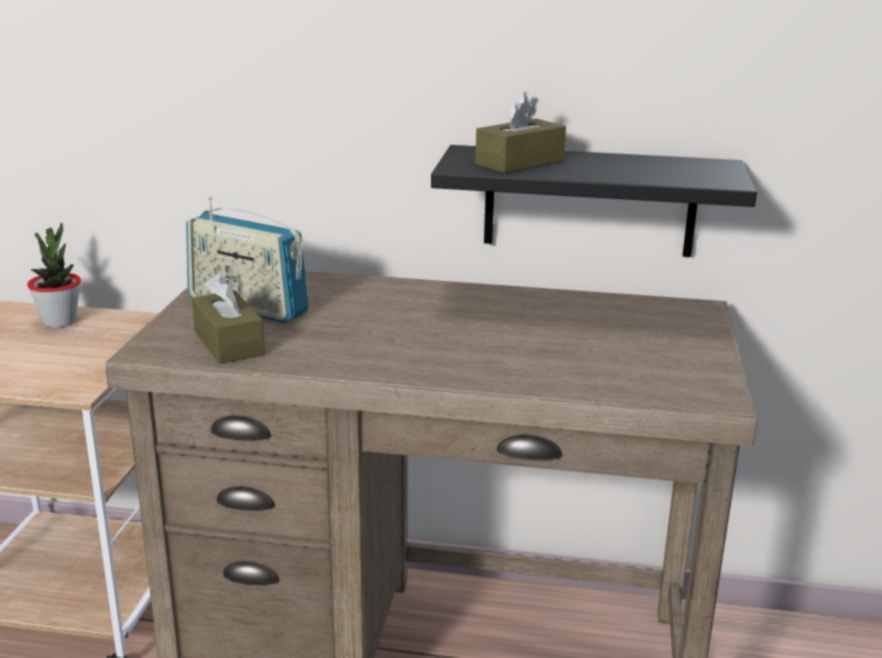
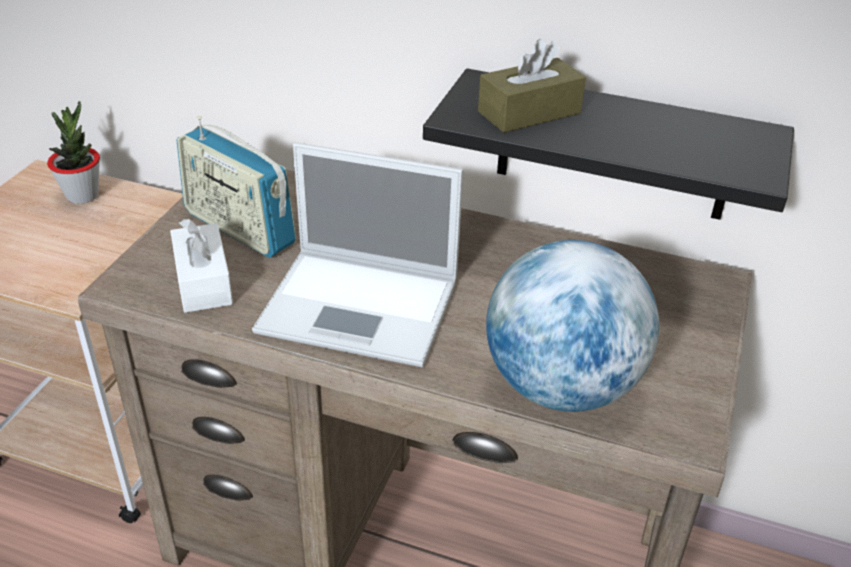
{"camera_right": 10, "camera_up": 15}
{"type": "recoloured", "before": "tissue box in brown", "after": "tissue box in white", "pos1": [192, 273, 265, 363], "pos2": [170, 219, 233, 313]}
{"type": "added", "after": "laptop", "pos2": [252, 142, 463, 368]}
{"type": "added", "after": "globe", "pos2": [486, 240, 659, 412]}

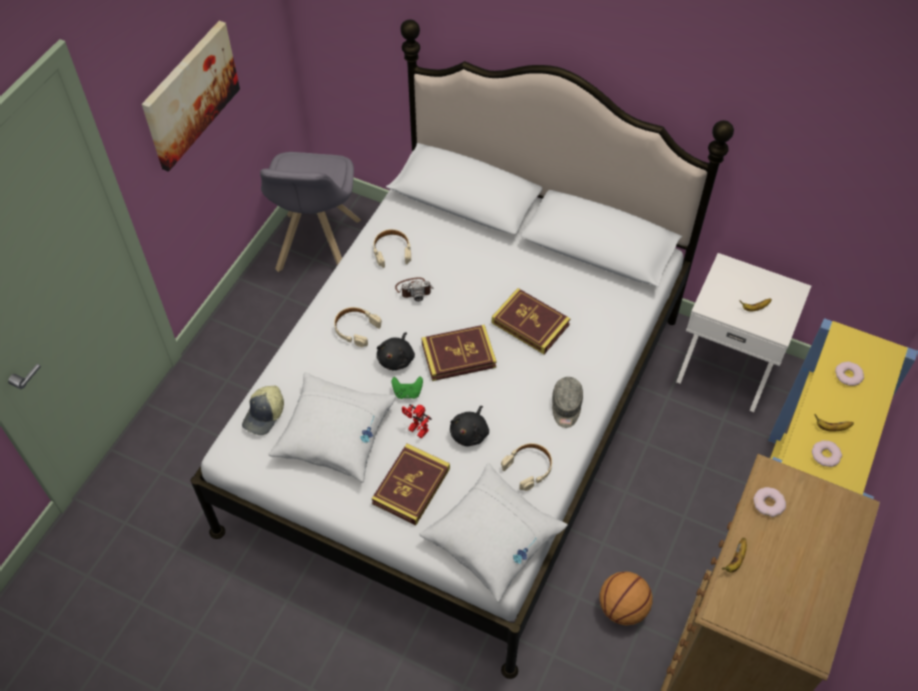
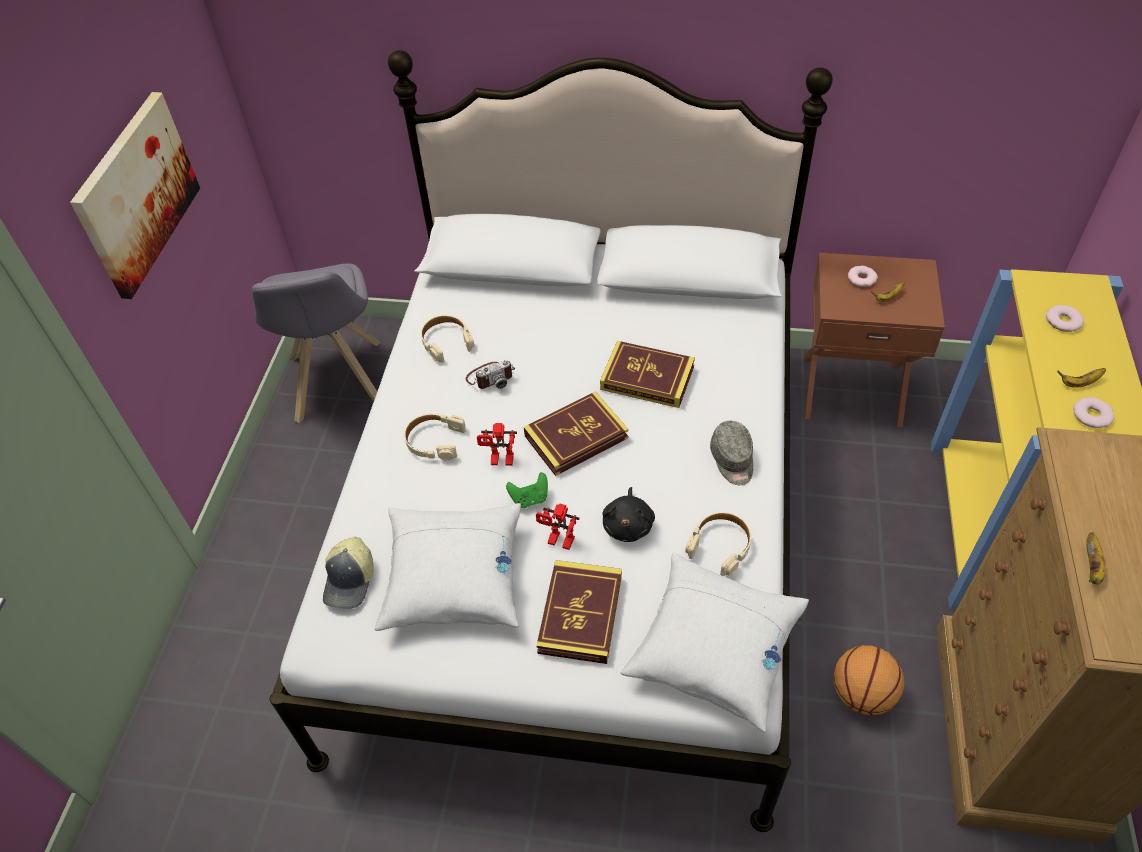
{"camera_right": -15, "camera_up": -5}
{"type": "recoloured", "before": "nightstand in white", "after": "nightstand in brown", "pos1": [676, 253, 811, 412], "pos2": [804, 253, 945, 427]}
{"type": "replaced", "before": "plush toy in black", "after": "toy robot", "pos1": [377, 332, 415, 370], "pos2": [477, 423, 517, 466]}
{"type": "moved", "before": "donut", "pos1": [753, 487, 786, 517], "pos2": [848, 266, 878, 287]}

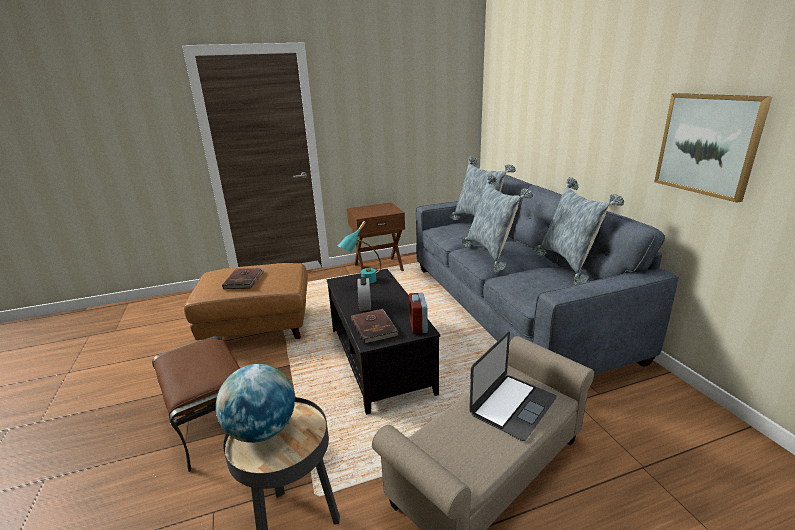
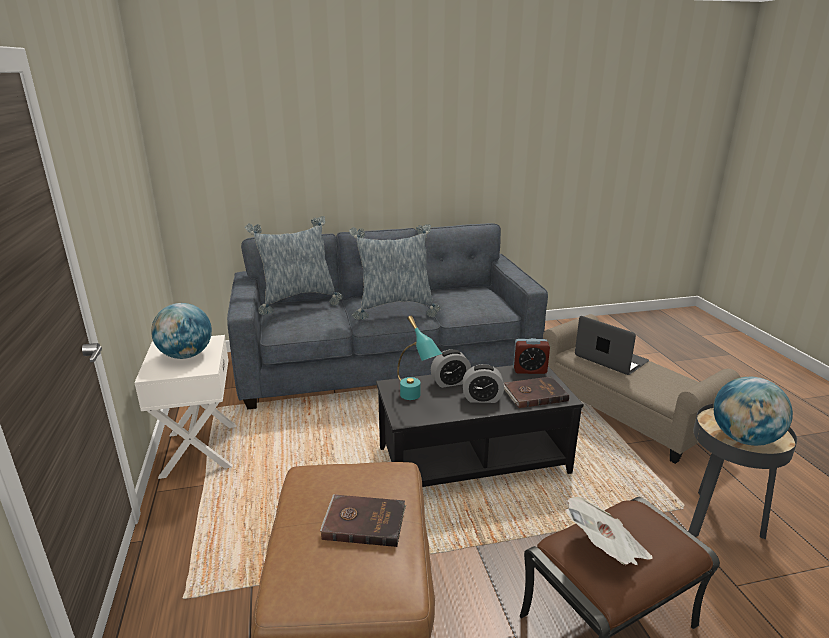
{"camera_right": -85, "camera_up": 0}
{"type": "removed", "before": "picture", "pos1": [654, 93, 773, 203]}
{"type": "removed", "before": "pillow", "pos1": [533, 177, 625, 285]}
{"type": "recoloured", "before": "nightstand in brown", "after": "nightstand in white", "pos1": [347, 202, 405, 271], "pos2": [134, 335, 236, 479]}
{"type": "added", "after": "globe", "pos2": [151, 303, 212, 359]}
{"type": "added", "after": "alarm clock", "pos2": [431, 350, 471, 388]}
{"type": "added", "after": "newspaper", "pos2": [565, 497, 653, 565]}

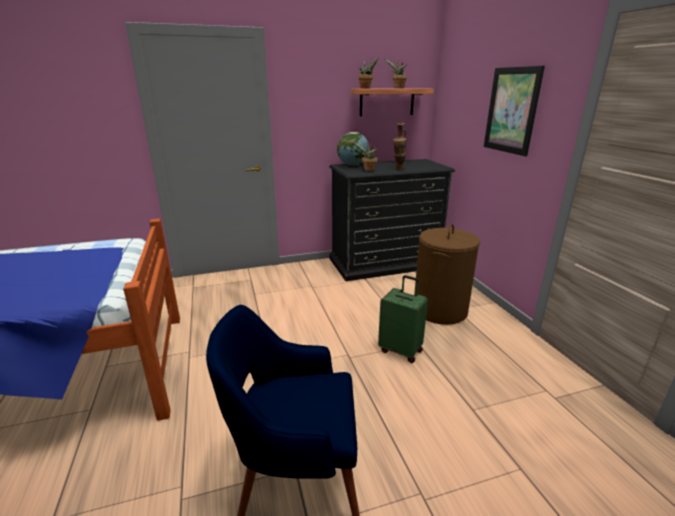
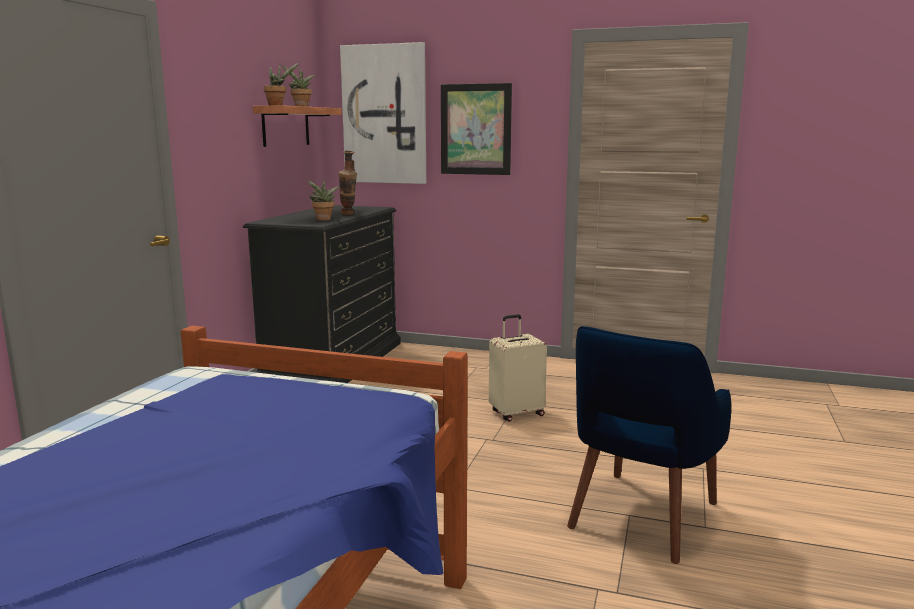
{"camera_right": -55, "camera_up": -10}
{"type": "removed", "before": "globe", "pos1": [337, 132, 369, 166]}
{"type": "removed", "before": "laundry basket in brown", "pos1": [414, 224, 480, 325]}
{"type": "recoloured", "before": "suitcase in green", "after": "suitcase in beige", "pos1": [378, 275, 428, 363], "pos2": [489, 314, 547, 422]}
{"type": "added", "after": "picture", "pos2": [340, 42, 426, 184]}

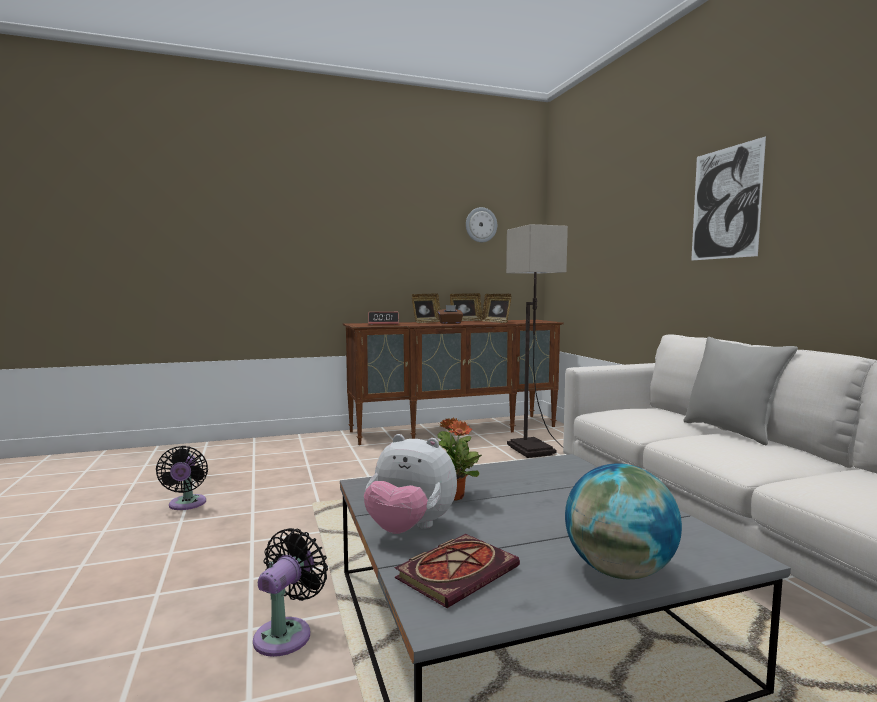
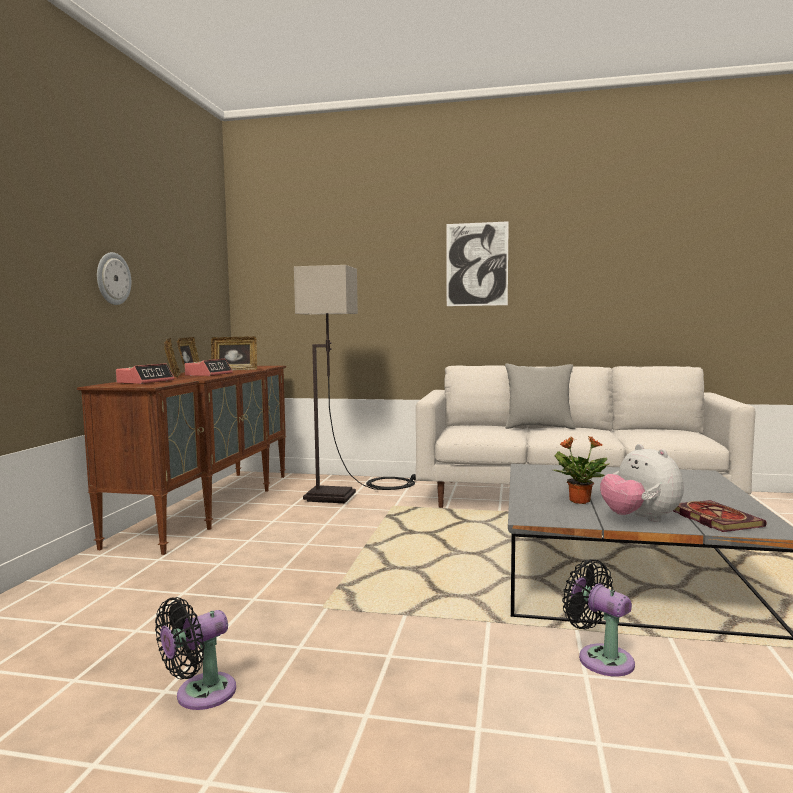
{"camera_right": -60, "camera_up": 0}
{"type": "moved", "before": "wall clock", "pos1": [466, 207, 497, 242], "pos2": [97, 252, 131, 305]}
{"type": "replaced", "before": "tissue box in brown", "after": "alarm clock", "pos1": [438, 305, 463, 324], "pos2": [185, 359, 233, 376]}
{"type": "turned", "before": "plush toy", "pos1": [364, 434, 457, 534], "pos2": [600, 444, 683, 522], "turn": 105}
{"type": "turned", "before": "fan in black", "pos1": [156, 446, 208, 510], "pos2": [155, 597, 236, 710], "turn": 120}
{"type": "removed", "before": "globe", "pos1": [565, 463, 682, 579]}

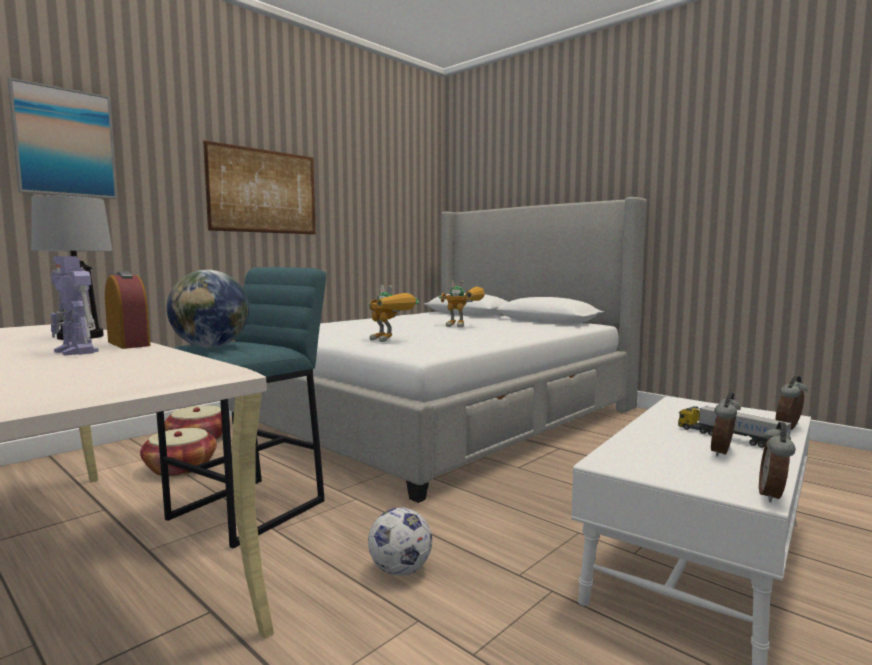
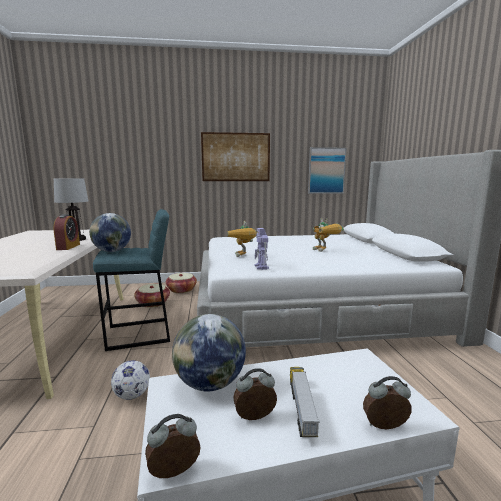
{"camera_right": 40, "camera_up": 5}
{"type": "moved", "before": "picture", "pos1": [8, 78, 118, 199], "pos2": [308, 147, 346, 194]}
{"type": "moved", "before": "toy robot", "pos1": [51, 256, 99, 355], "pos2": [254, 228, 269, 270]}
{"type": "added", "after": "globe", "pos2": [172, 314, 246, 392]}

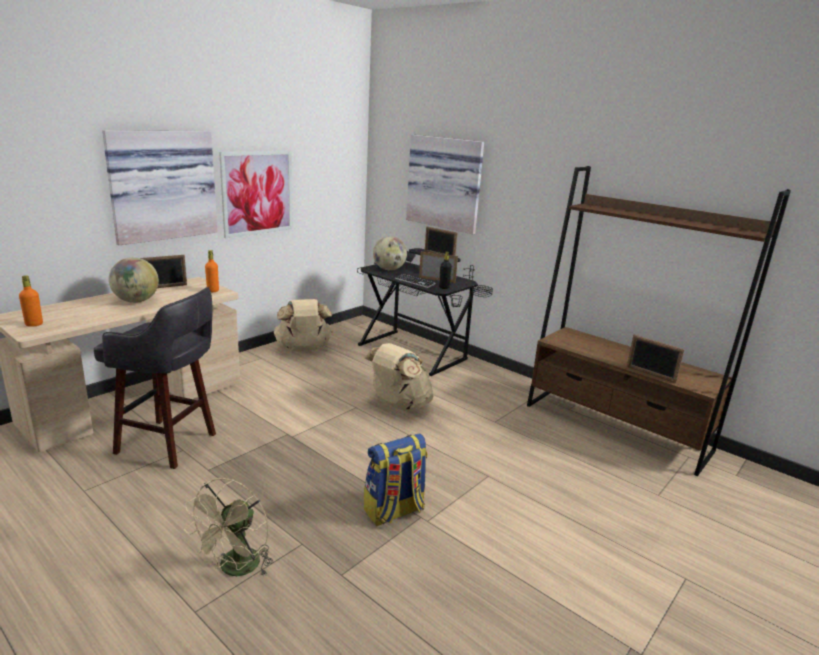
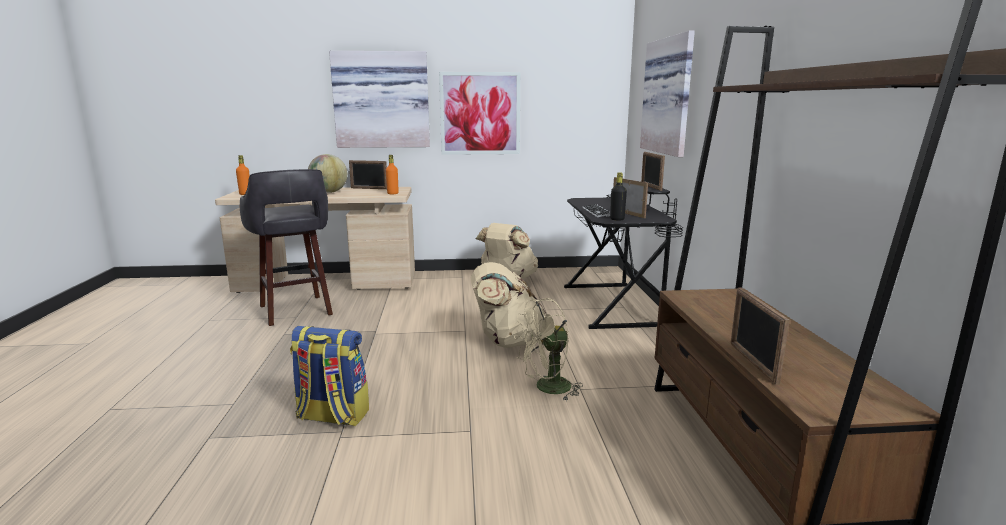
{"camera_right": 45, "camera_up": -5}
{"type": "removed", "before": "globe", "pos1": [373, 236, 407, 271]}
{"type": "moved", "before": "fan in beige", "pos1": [184, 478, 273, 577], "pos2": [514, 298, 583, 400]}

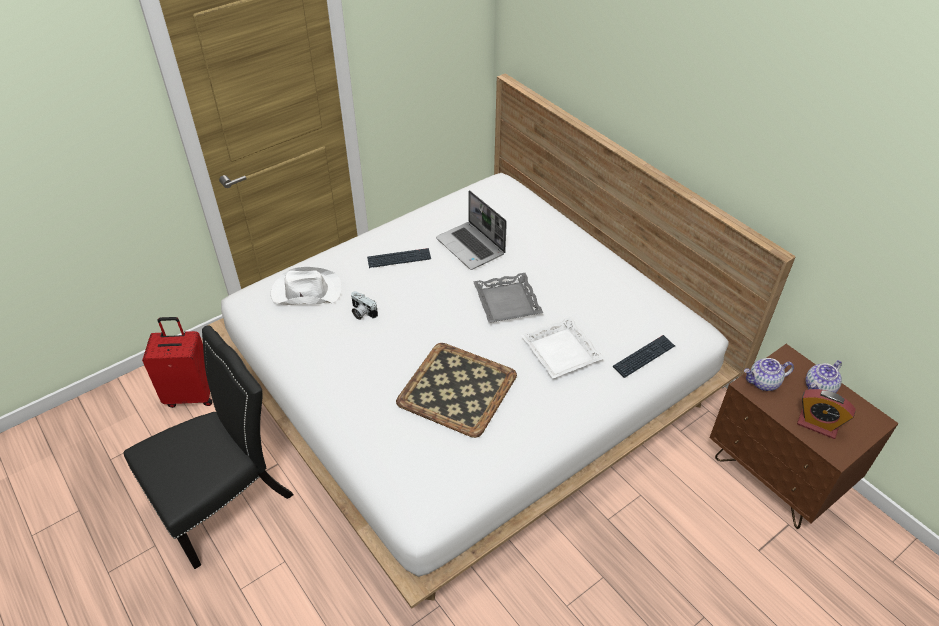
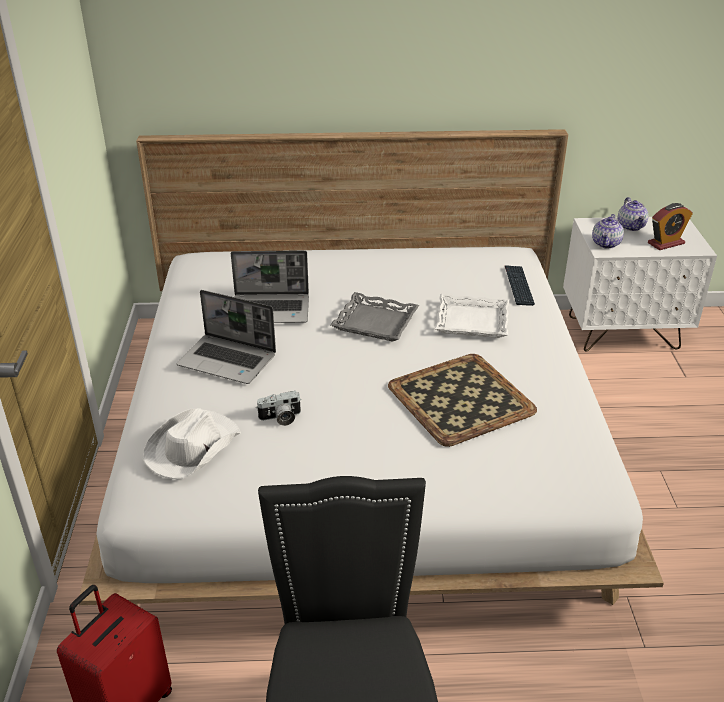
{"camera_right": -55, "camera_up": -10}
{"type": "replaced", "before": "keyboard", "after": "laptop", "pos1": [367, 248, 431, 268], "pos2": [177, 290, 276, 384]}
{"type": "recoloured", "before": "nightstand in brown", "after": "nightstand in white", "pos1": [709, 344, 899, 529], "pos2": [563, 217, 717, 351]}

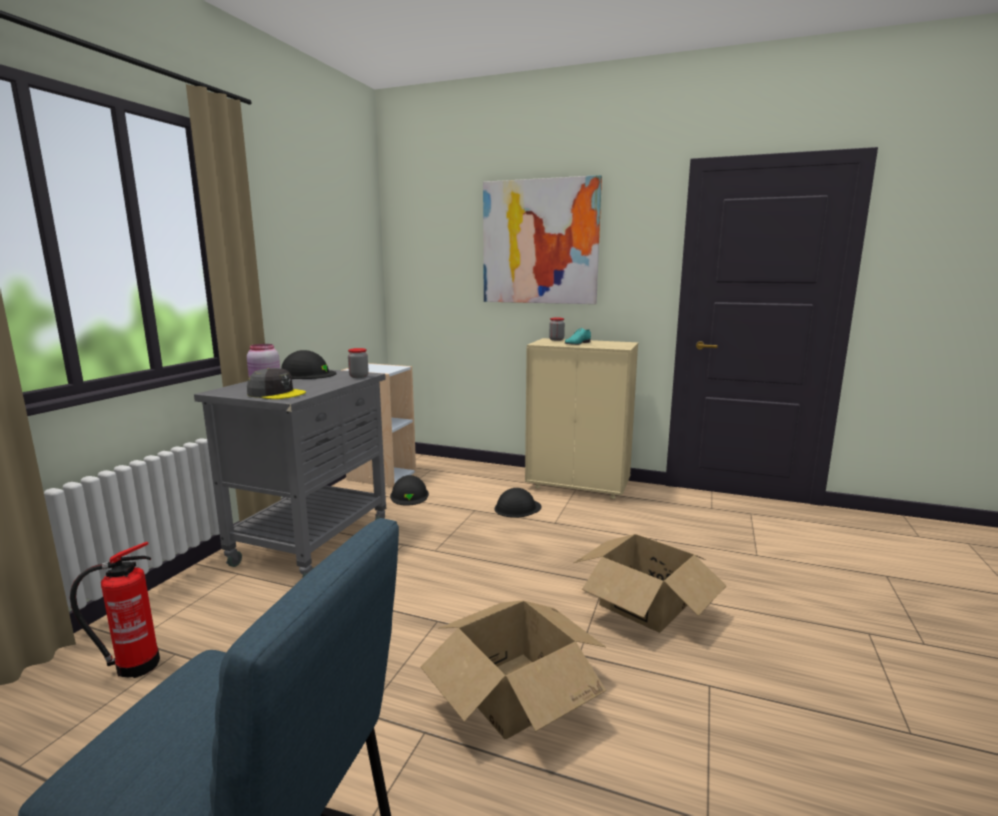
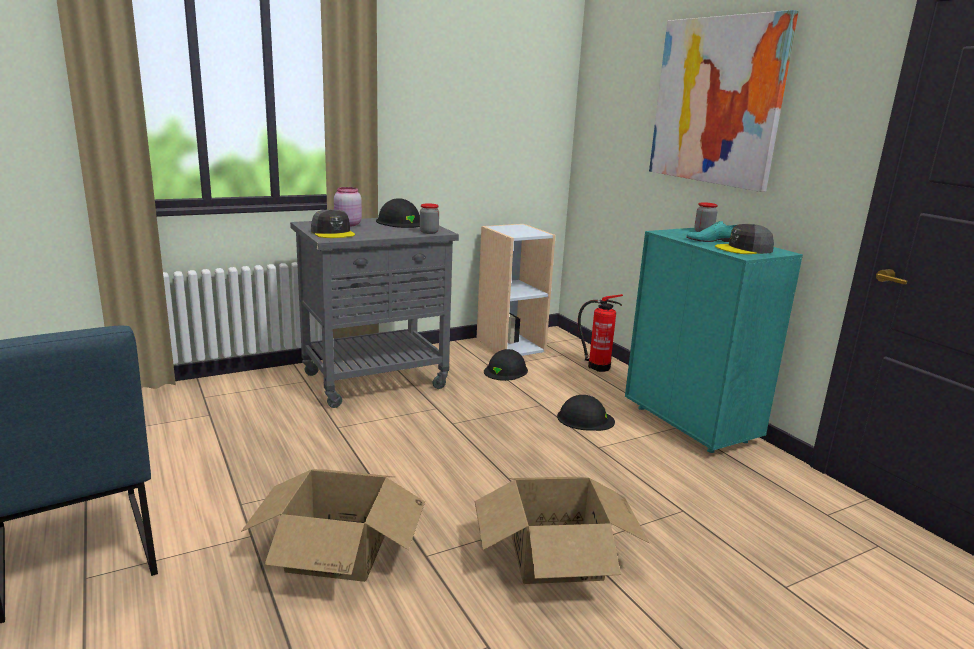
{"camera_right": 40, "camera_up": 5}
{"type": "recoloured", "before": "cabinet in beige", "after": "cabinet in turquoise", "pos1": [525, 338, 638, 499], "pos2": [625, 228, 803, 453]}
{"type": "moved", "before": "fire extinguisher", "pos1": [70, 542, 160, 678], "pos2": [578, 294, 623, 372]}
{"type": "added", "after": "cap in grey", "pos2": [715, 224, 774, 254]}

